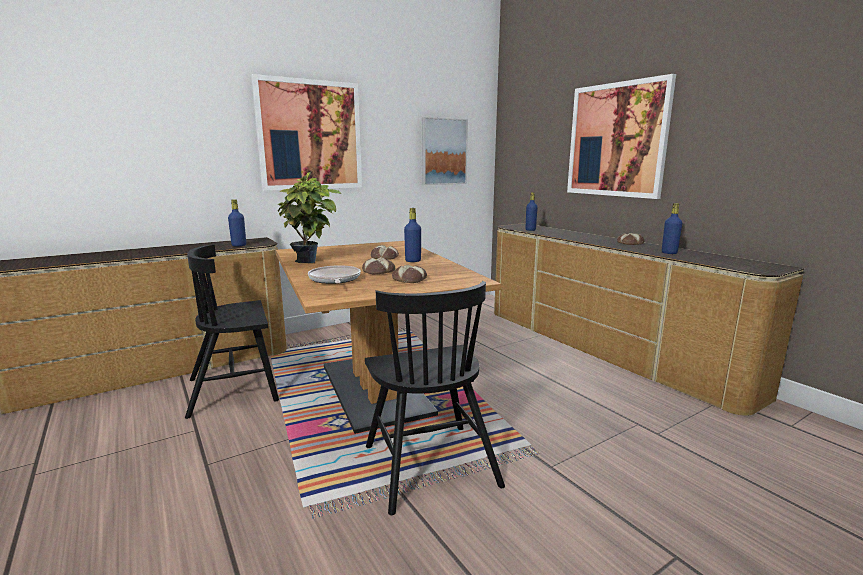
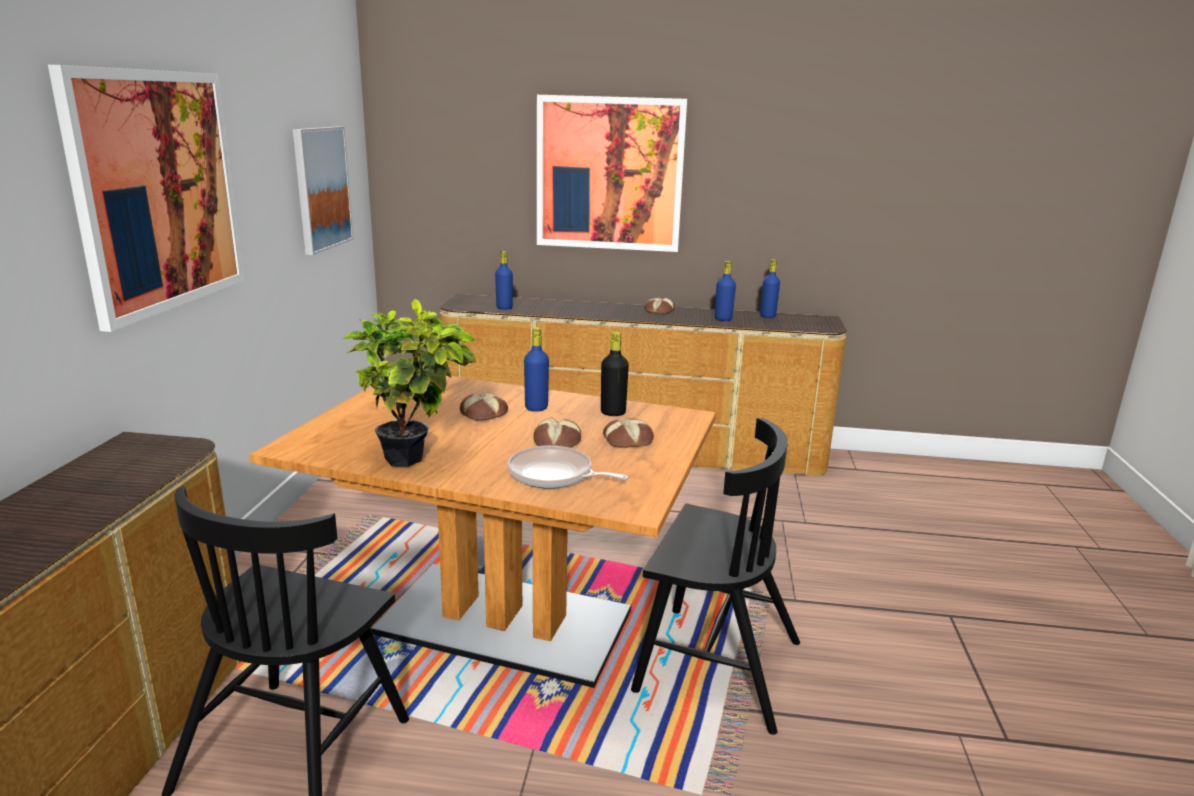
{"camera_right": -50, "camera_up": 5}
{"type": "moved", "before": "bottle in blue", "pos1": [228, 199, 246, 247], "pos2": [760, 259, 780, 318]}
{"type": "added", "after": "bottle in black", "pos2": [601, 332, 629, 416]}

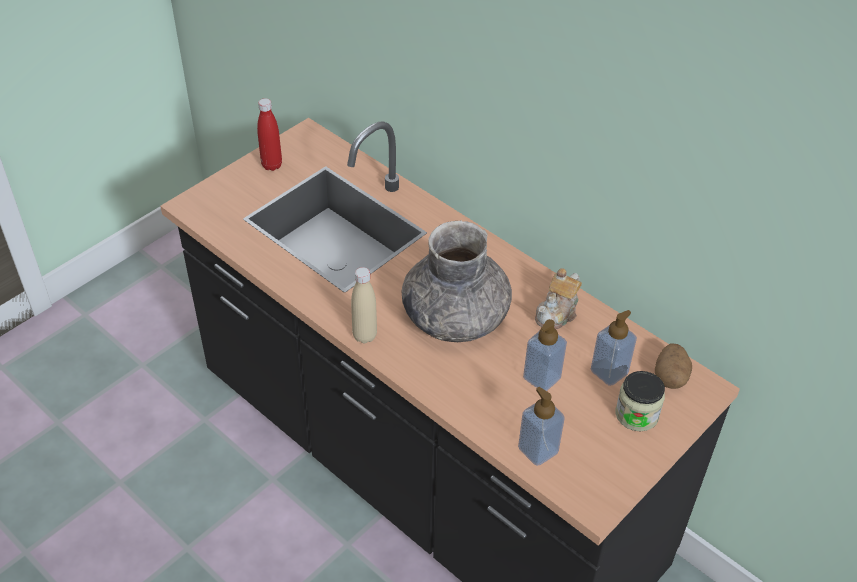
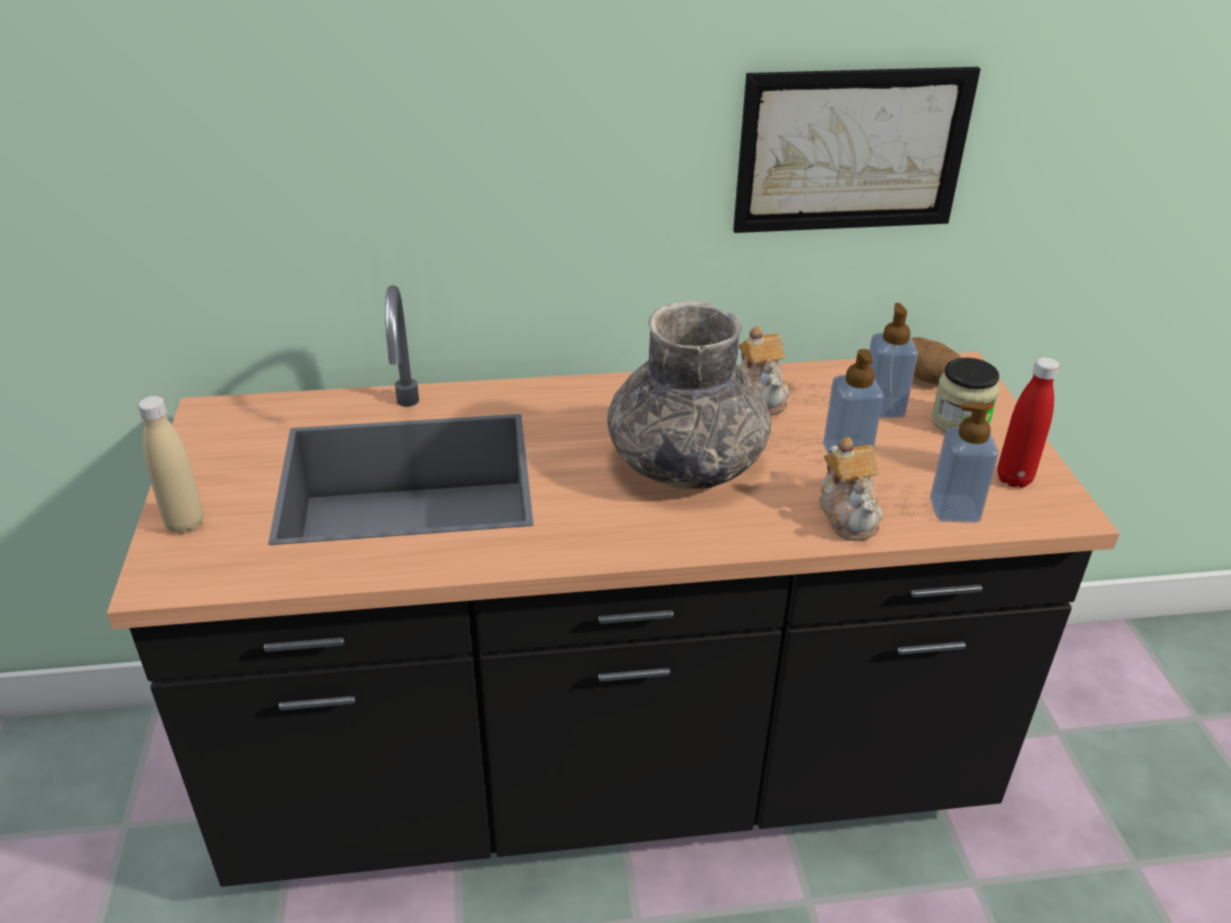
{"camera_right": -50, "camera_up": -10}
{"type": "moved", "before": "bottle in red", "pos1": [257, 98, 282, 171], "pos2": [997, 357, 1060, 488]}
{"type": "moved", "before": "bottle in beige", "pos1": [351, 267, 377, 343], "pos2": [138, 396, 204, 534]}
{"type": "added", "after": "picture", "pos2": [733, 67, 981, 233]}
{"type": "added", "after": "teapot", "pos2": [819, 437, 883, 541]}

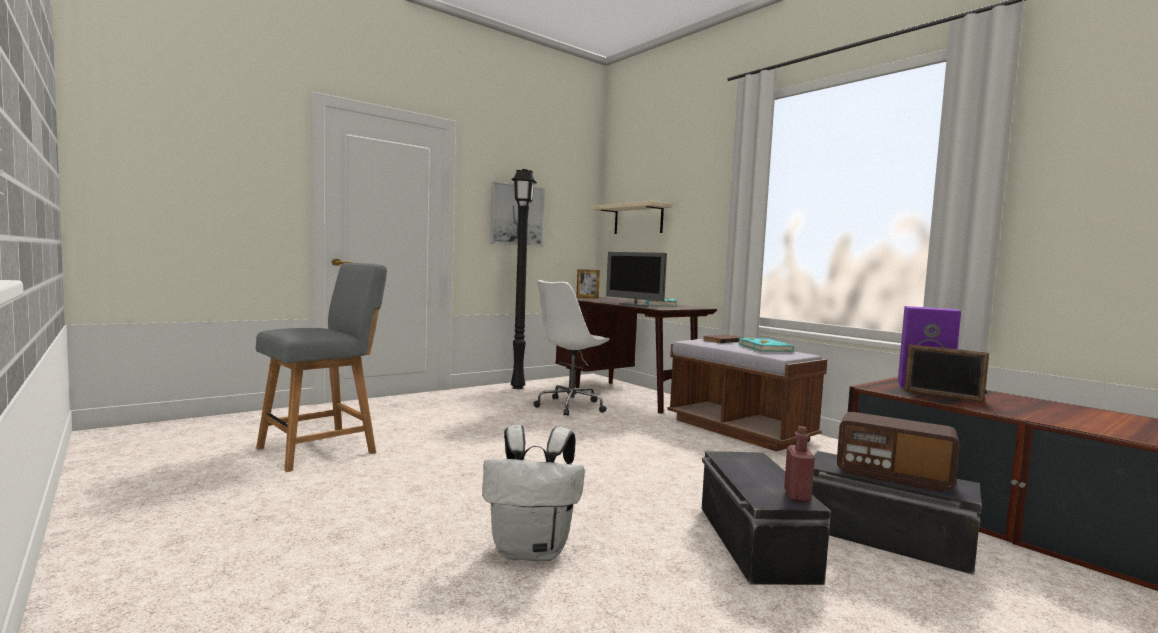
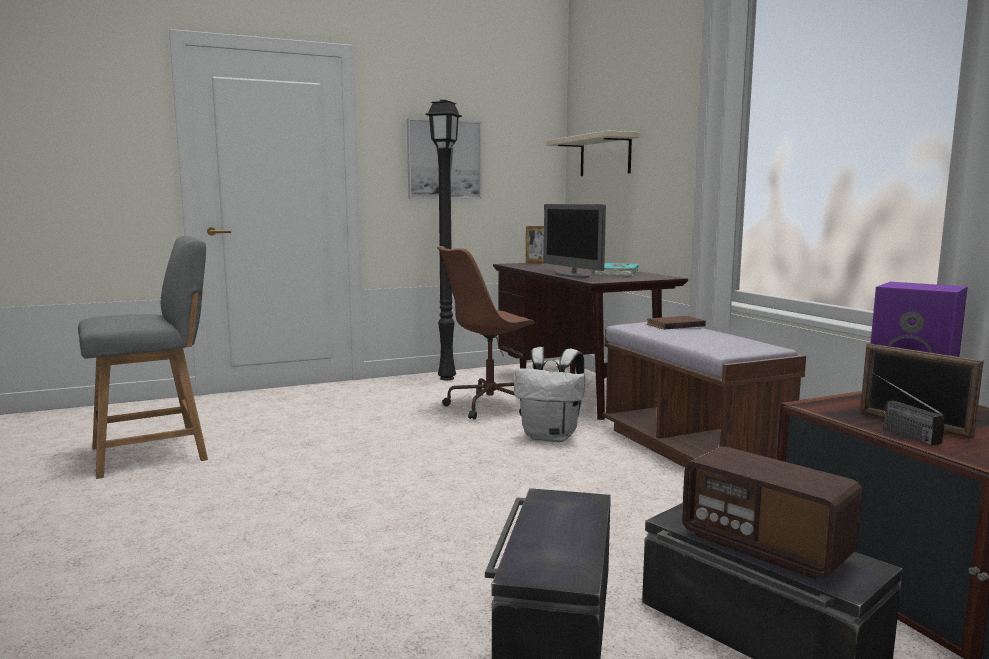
{"camera_right": 15, "camera_up": 5}
{"type": "recoloured", "before": "office chair in white", "after": "office chair in brown", "pos1": [533, 280, 610, 416], "pos2": [437, 246, 535, 419]}
{"type": "removed", "before": "book in turquoise", "pos1": [738, 338, 794, 352]}
{"type": "moved", "before": "backpack in white", "pos1": [482, 425, 585, 561], "pos2": [514, 347, 585, 442]}
{"type": "removed", "before": "bottle in red", "pos1": [784, 426, 815, 502]}
{"type": "added", "after": "radio", "pos2": [873, 373, 945, 446]}

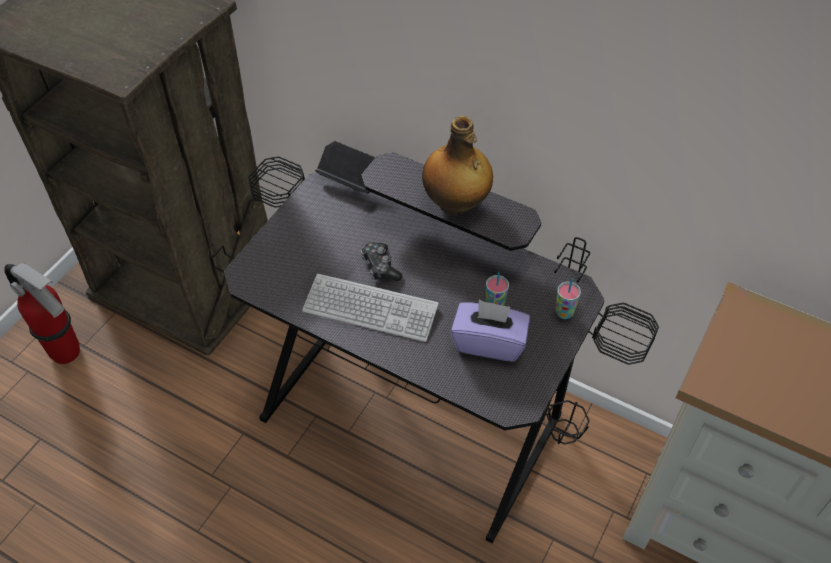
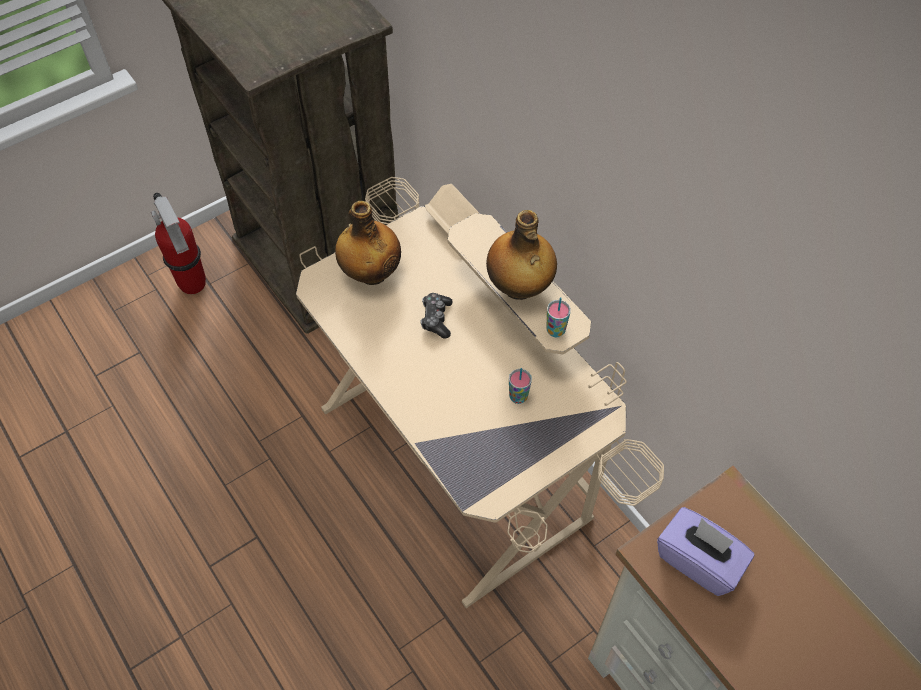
{"camera_right": 25, "camera_up": 5}
{"type": "recoloured", "before": "desk in black", "after": "desk in beige", "pos1": [211, 141, 659, 543], "pos2": [296, 177, 664, 608]}
{"type": "removed", "before": "keyboard", "pos1": [302, 274, 439, 342]}
{"type": "moved", "before": "cup", "pos1": [555, 278, 581, 319], "pos2": [546, 297, 571, 337]}
{"type": "moved", "before": "tissue box in purple", "pos1": [451, 300, 530, 362], "pos2": [657, 507, 754, 596]}
{"type": "added", "after": "bottle", "pos2": [335, 201, 401, 285]}

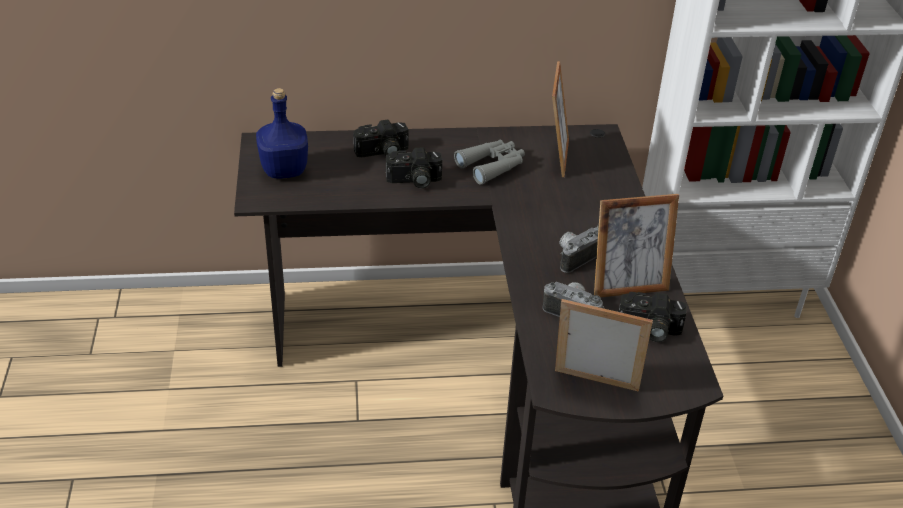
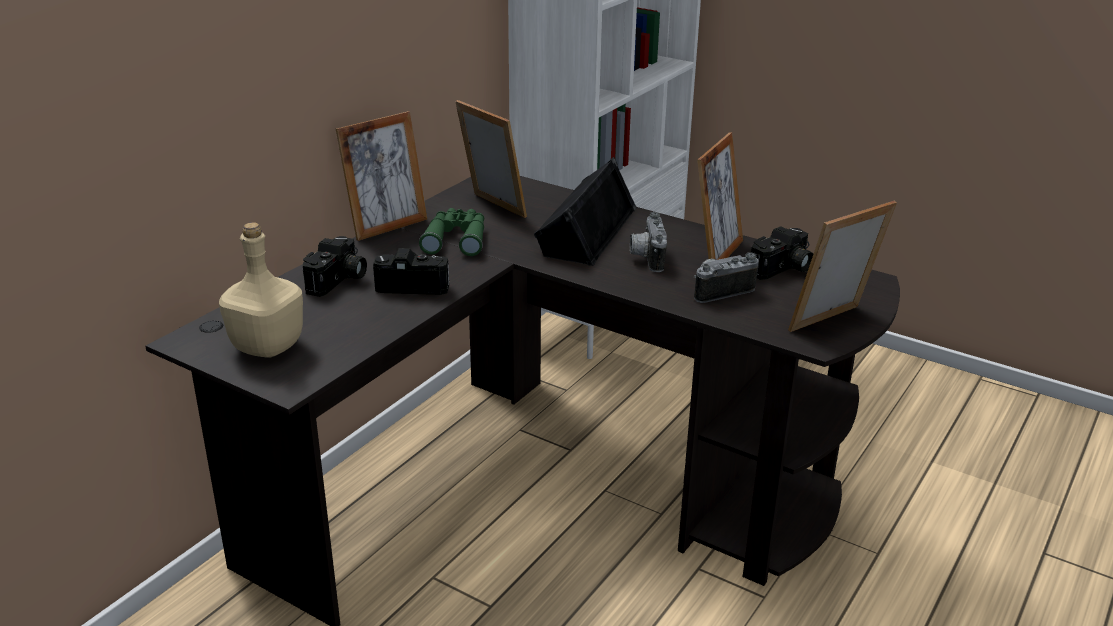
{"camera_right": -50, "camera_up": -10}
{"type": "recoloured", "before": "bottle in blue", "after": "bottle in beige", "pos1": [256, 88, 308, 178], "pos2": [219, 222, 303, 357]}
{"type": "recoloured", "before": "binoculars in grey", "after": "binoculars in green", "pos1": [454, 140, 525, 185], "pos2": [419, 208, 484, 256]}
{"type": "turned", "before": "photo camera", "pos1": [386, 147, 442, 188], "pos2": [373, 248, 449, 295], "turn": -120}
{"type": "added", "after": "picture frame", "pos2": [336, 111, 427, 241]}
{"type": "added", "after": "speaker in black", "pos2": [534, 157, 637, 266]}

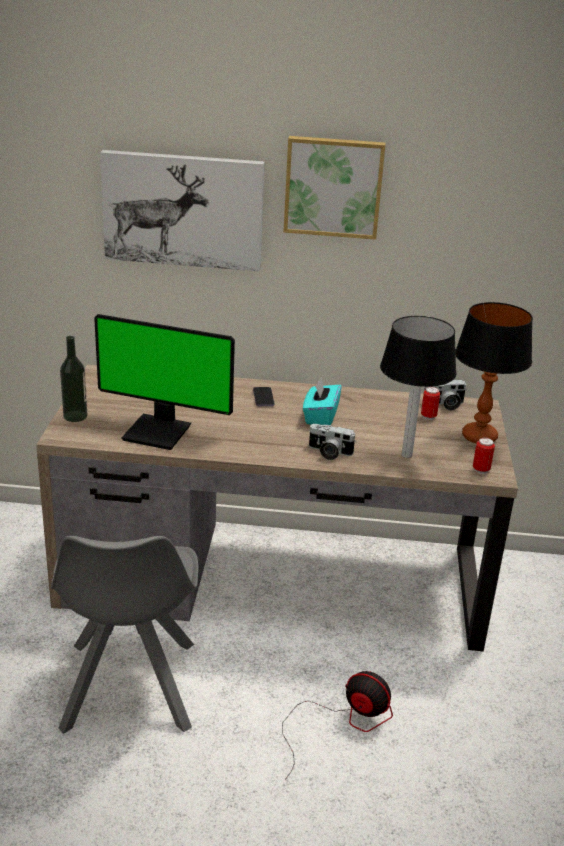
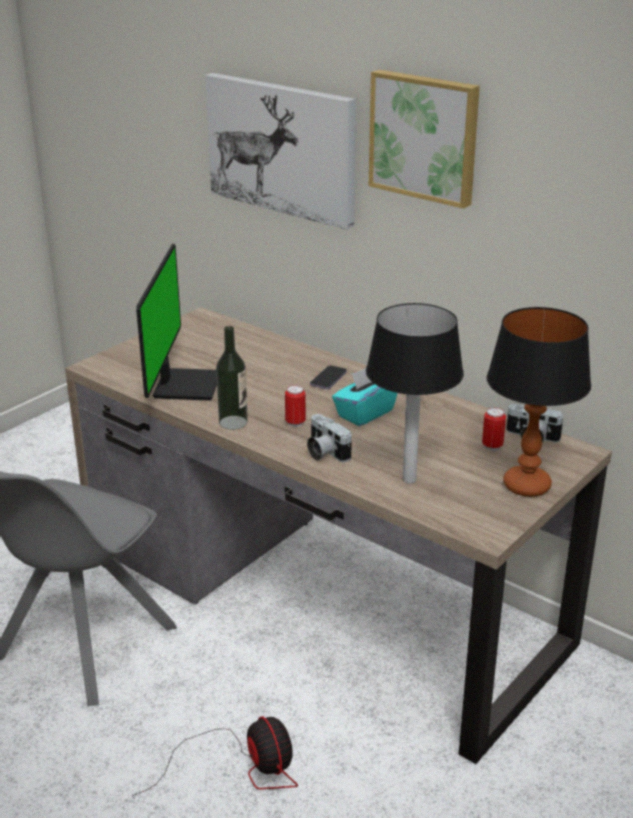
{"camera_right": 35, "camera_up": 0}
{"type": "turned", "before": "monitor", "pos1": [94, 314, 235, 450], "pos2": [136, 244, 217, 401], "turn": -135}
{"type": "moved", "before": "bottle", "pos1": [60, 336, 87, 422], "pos2": [216, 326, 248, 430]}
{"type": "moved", "before": "can", "pos1": [473, 438, 495, 474], "pos2": [285, 385, 306, 427]}

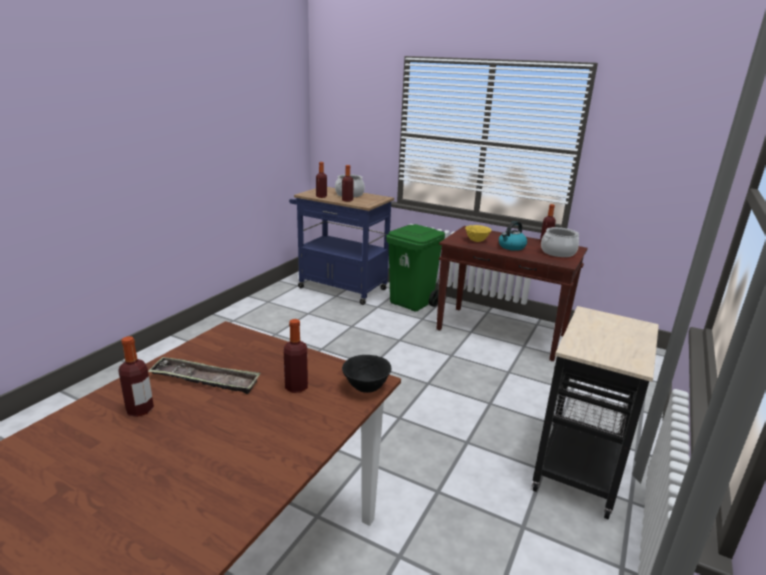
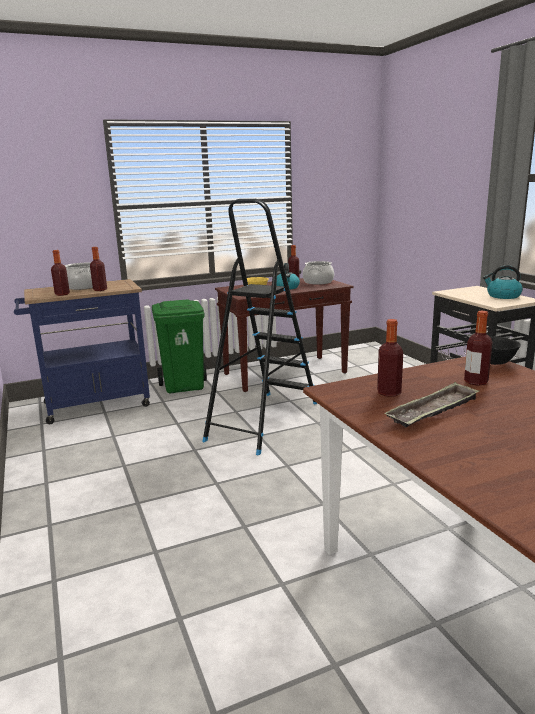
{"camera_right": -50, "camera_up": -5}
{"type": "moved", "before": "bottle", "pos1": [118, 336, 154, 417], "pos2": [377, 319, 403, 397]}
{"type": "added", "after": "step ladder in black", "pos2": [202, 199, 317, 455]}
{"type": "added", "after": "kettle", "pos2": [483, 265, 523, 299]}

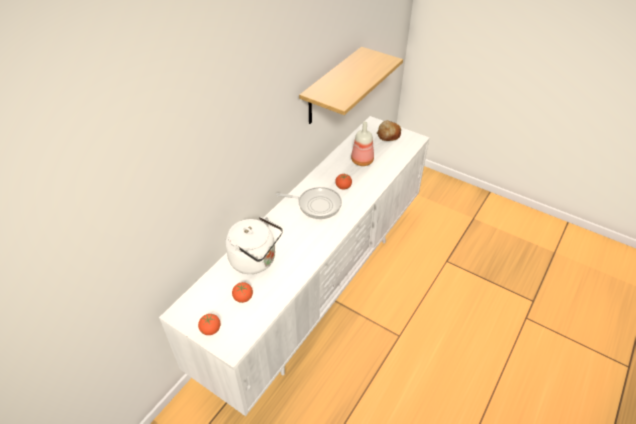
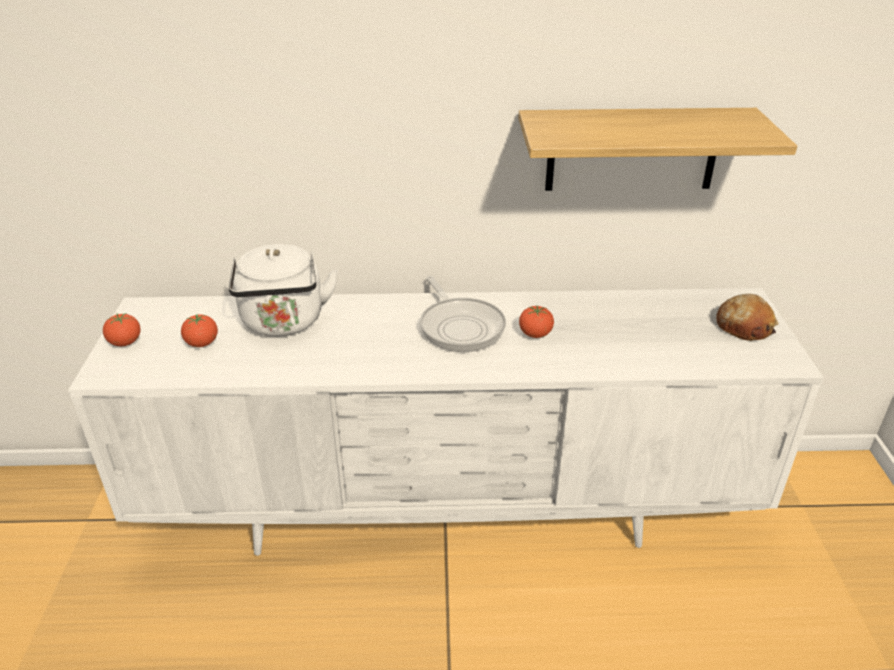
{"camera_right": 55, "camera_up": -10}
{"type": "removed", "before": "bottle", "pos1": [351, 122, 374, 166]}

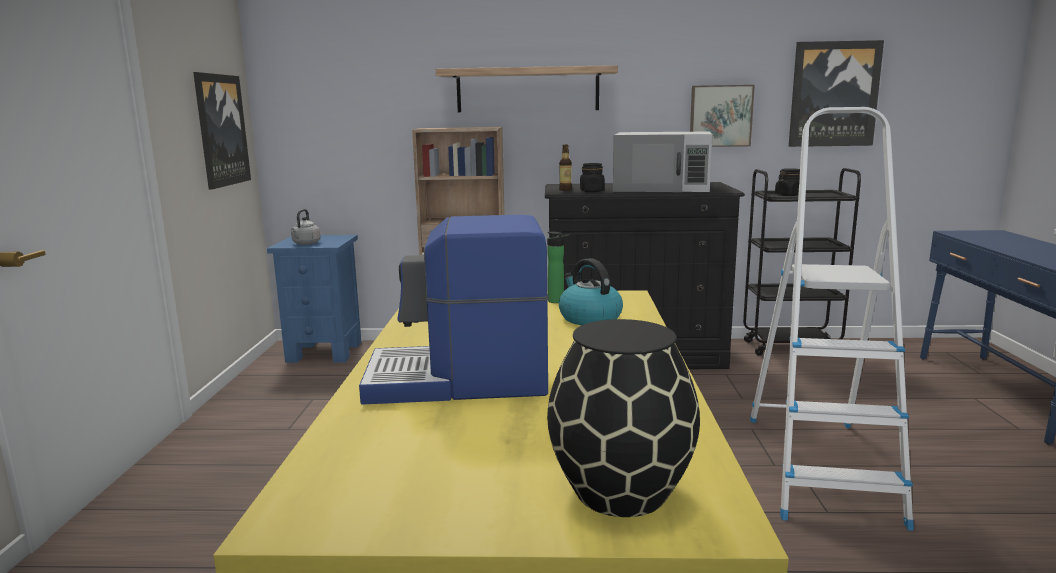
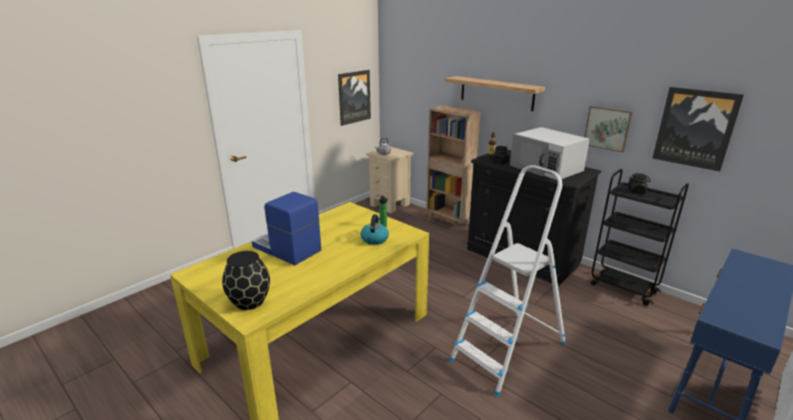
{"camera_right": 40, "camera_up": 10}
{"type": "recoloured", "before": "nightstand in blue", "after": "nightstand in beige", "pos1": [267, 235, 361, 363], "pos2": [366, 147, 413, 213]}

